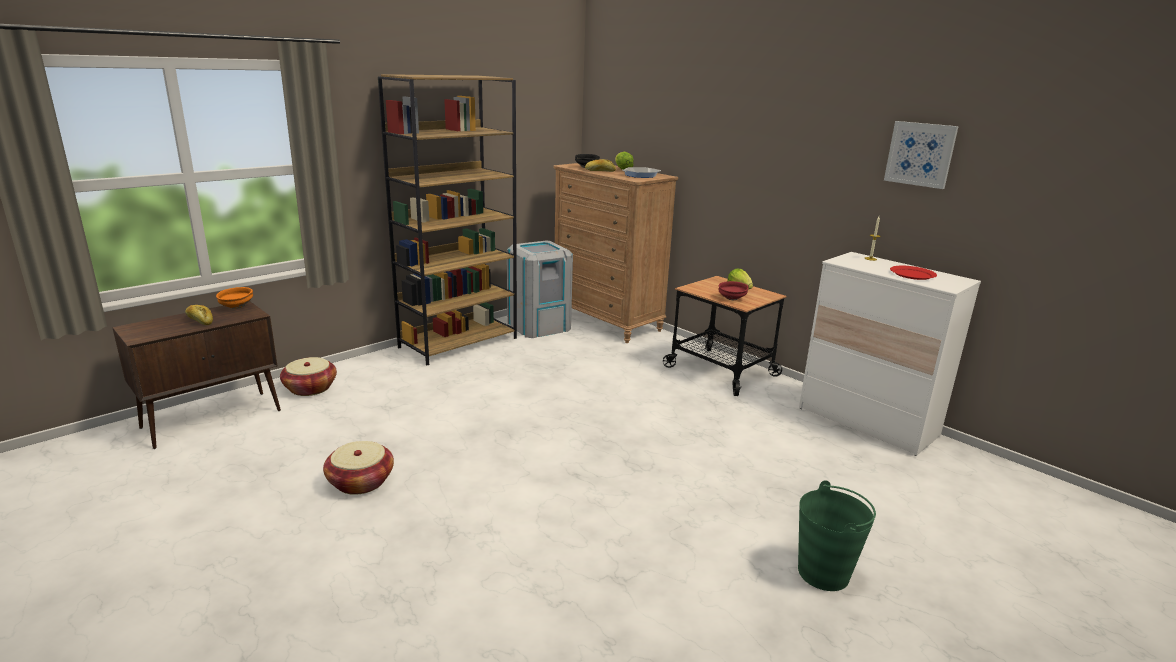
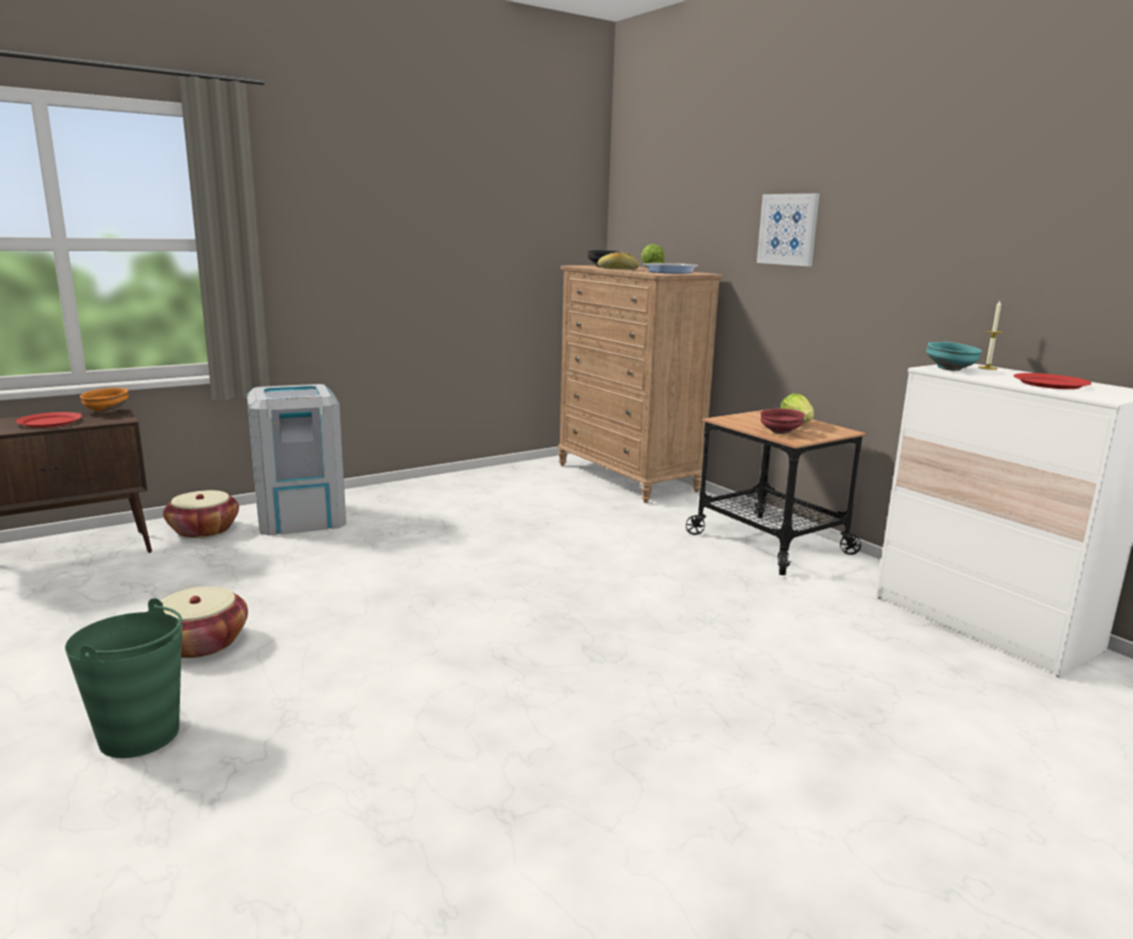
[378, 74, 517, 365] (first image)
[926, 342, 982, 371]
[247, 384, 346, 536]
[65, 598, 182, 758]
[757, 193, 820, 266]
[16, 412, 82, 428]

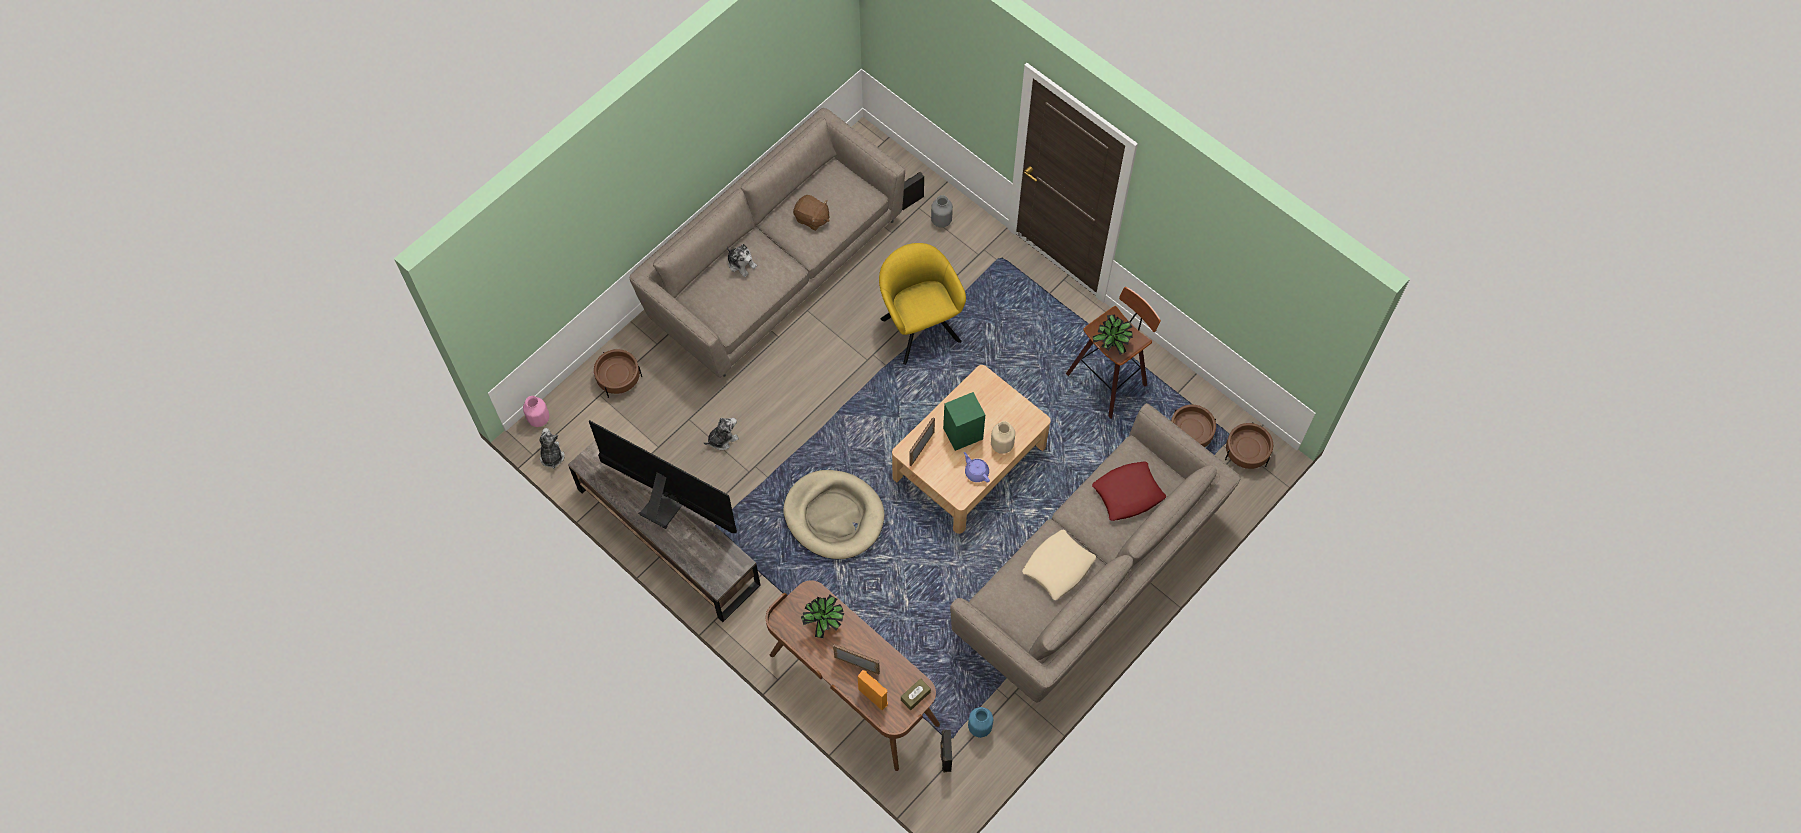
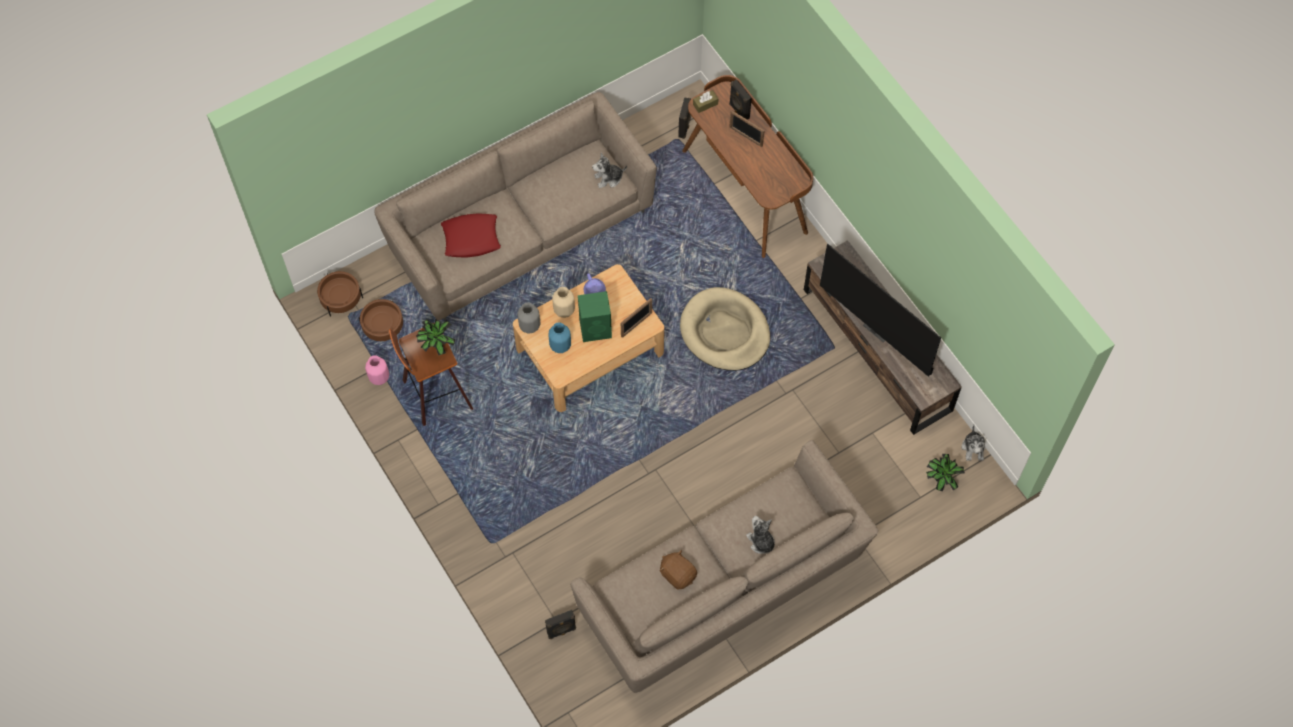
[594, 349, 642, 398] (first image)
[879, 243, 966, 365] (first image)
[1022, 529, 1096, 600] (first image)
[365, 355, 389, 385]
[592, 153, 627, 188]
[926, 454, 965, 491]
[517, 302, 540, 334]
[549, 322, 571, 353]
[729, 79, 752, 120]

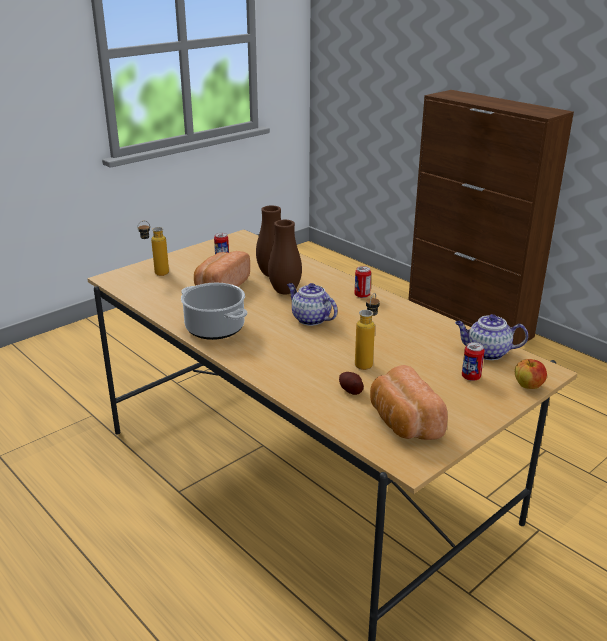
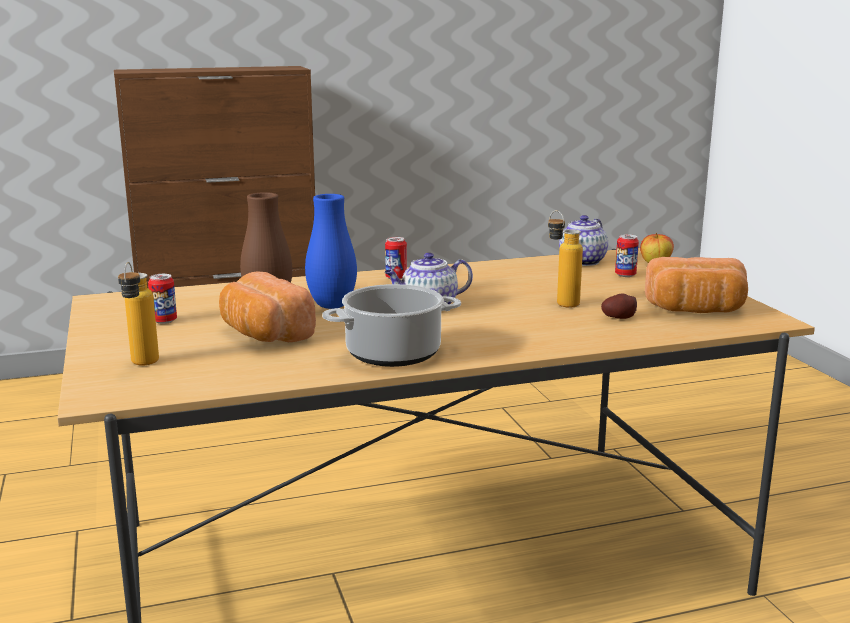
[305, 194, 357, 309]

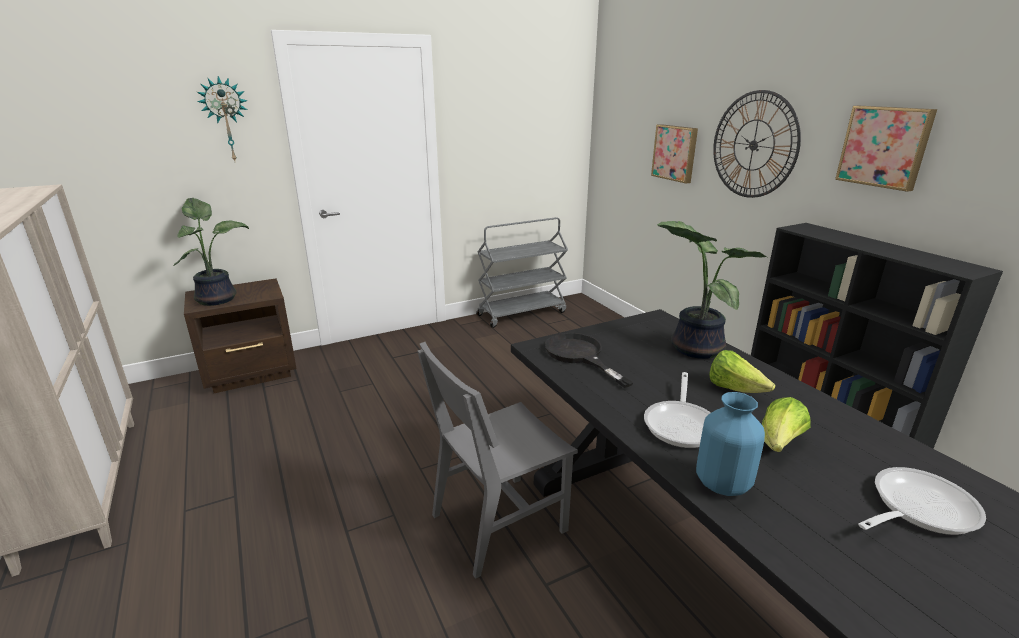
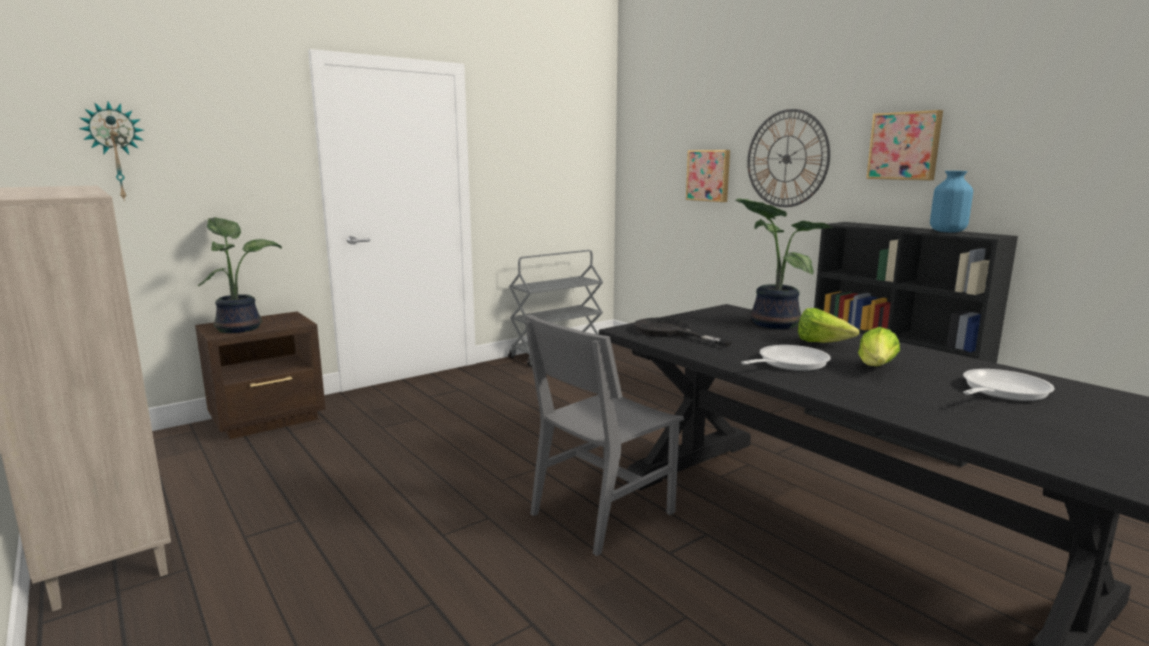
[79, 101, 144, 201]
[930, 171, 973, 233]
[741, 345, 831, 371]

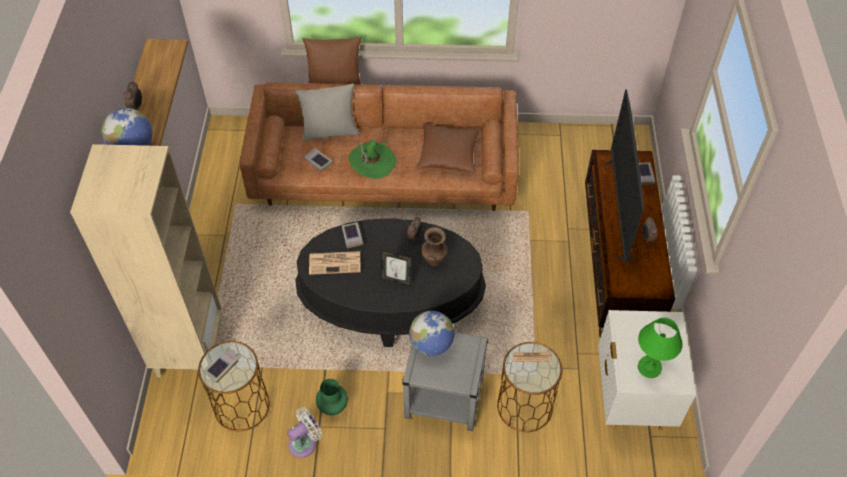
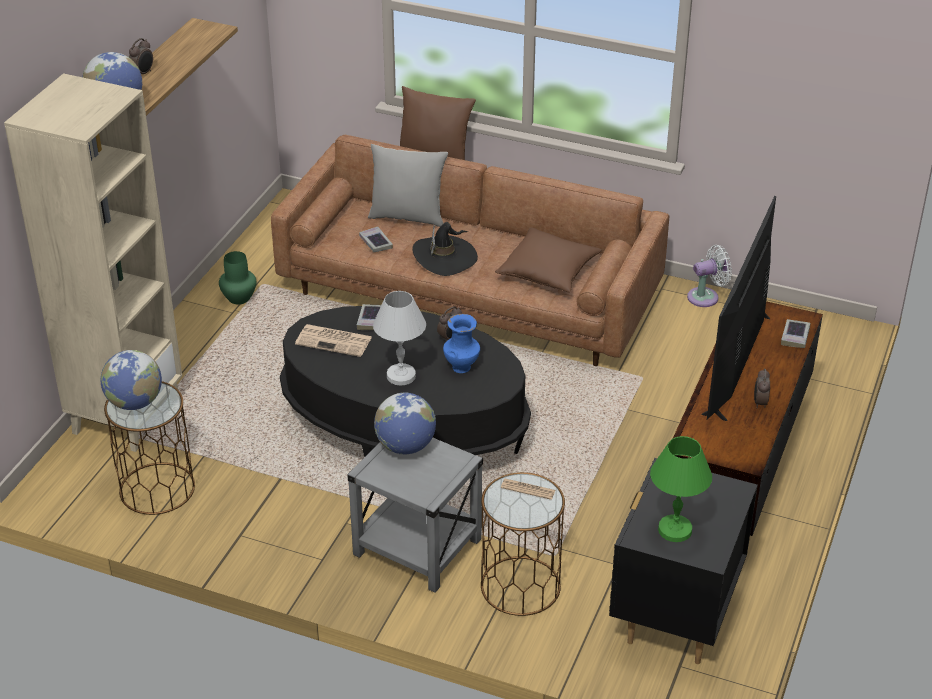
[687, 245, 732, 307]
[219, 251, 256, 304]
[101, 350, 162, 410]
[373, 291, 426, 386]
[412, 222, 478, 276]
[443, 314, 480, 373]
[609, 458, 758, 664]

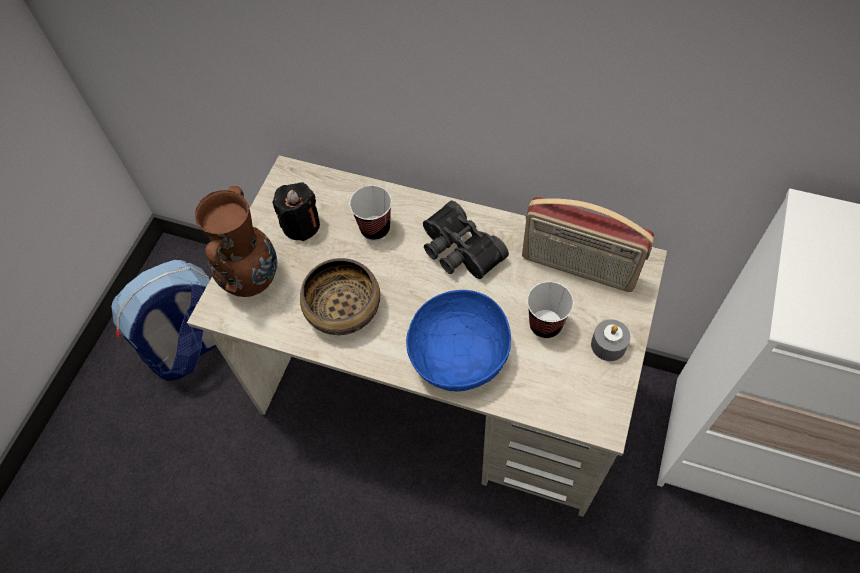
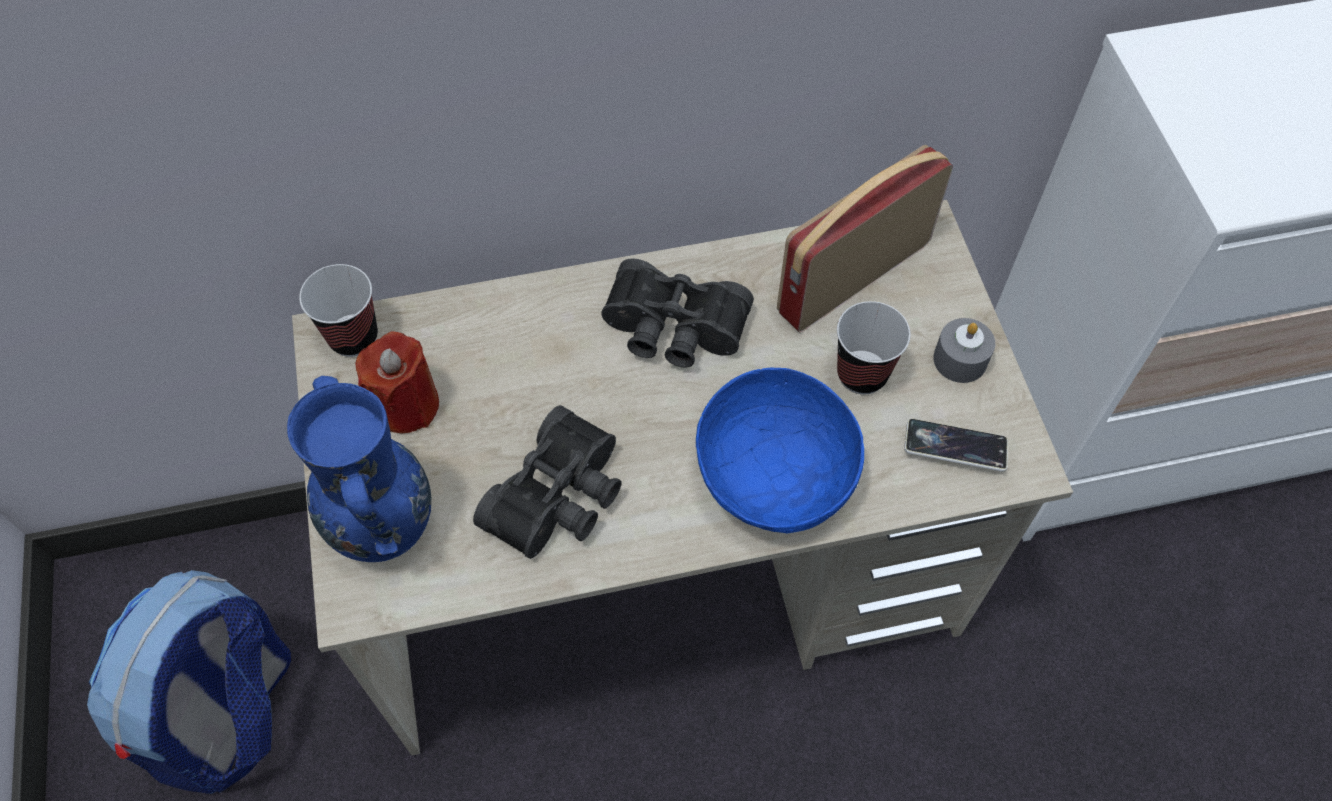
[904, 419, 1008, 472]
[299, 264, 378, 357]
[473, 405, 621, 559]
[287, 376, 432, 562]
[356, 331, 439, 433]
[777, 145, 953, 332]

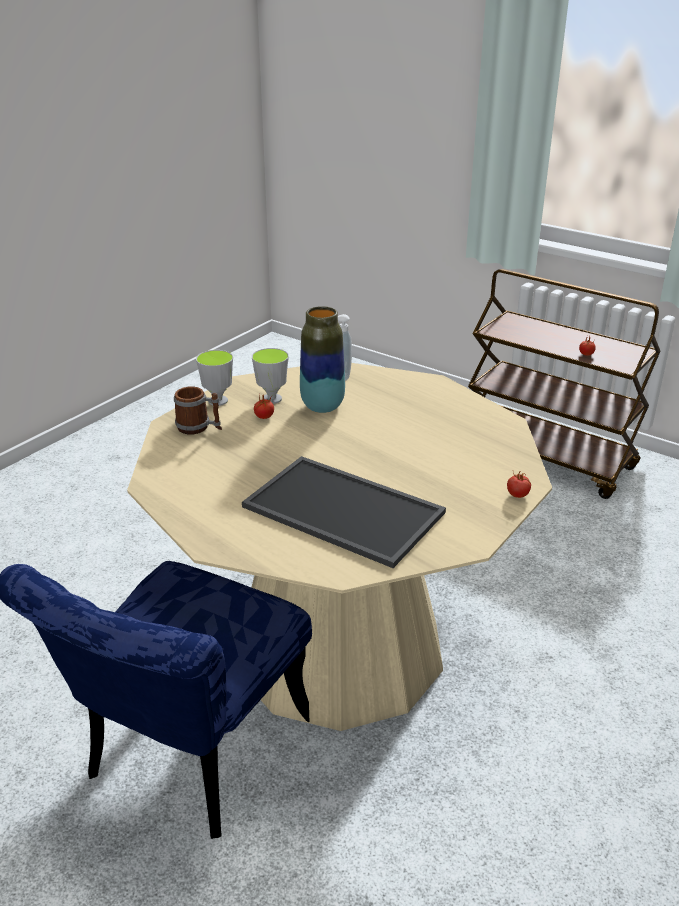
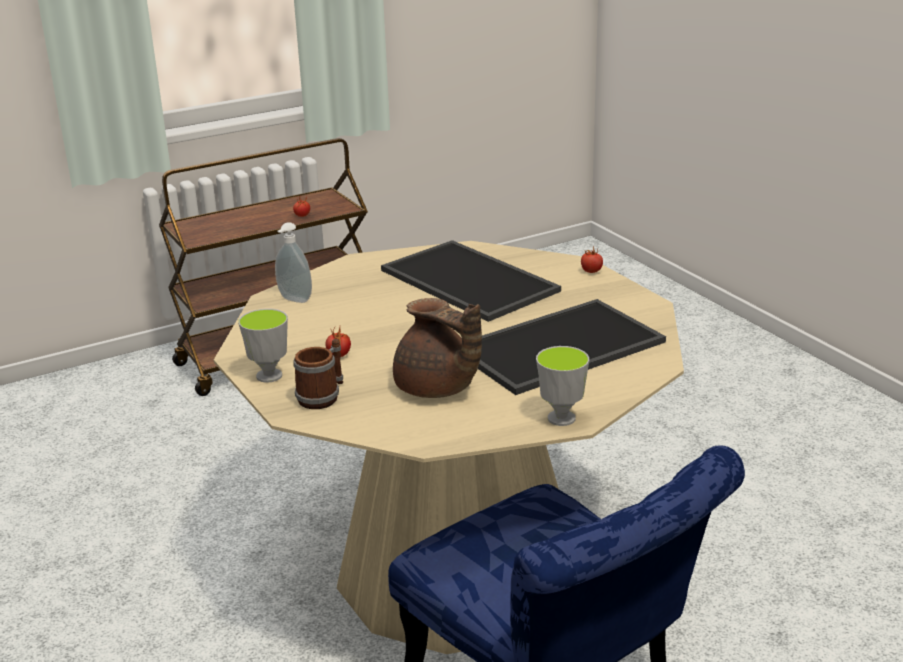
[300, 306, 345, 413] (first image)
[381, 240, 561, 322]
[393, 298, 482, 398]
[536, 346, 589, 426]

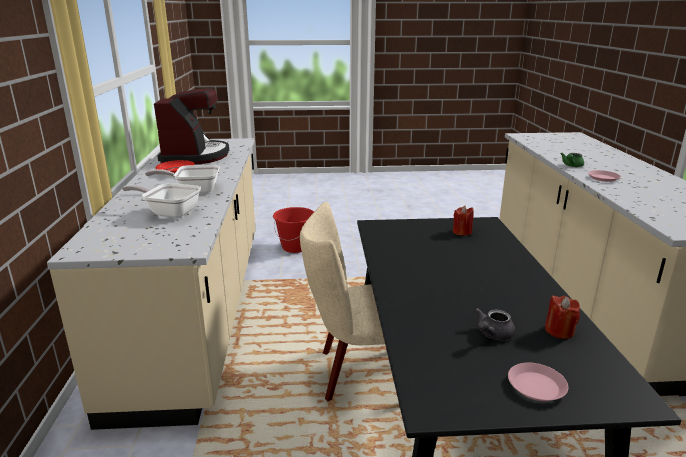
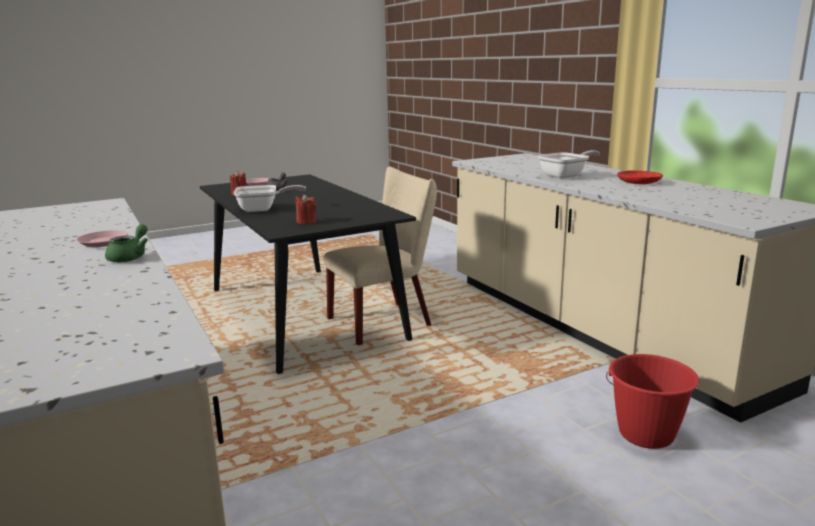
[154, 88, 229, 165] (first image)
[234, 185, 306, 212]

